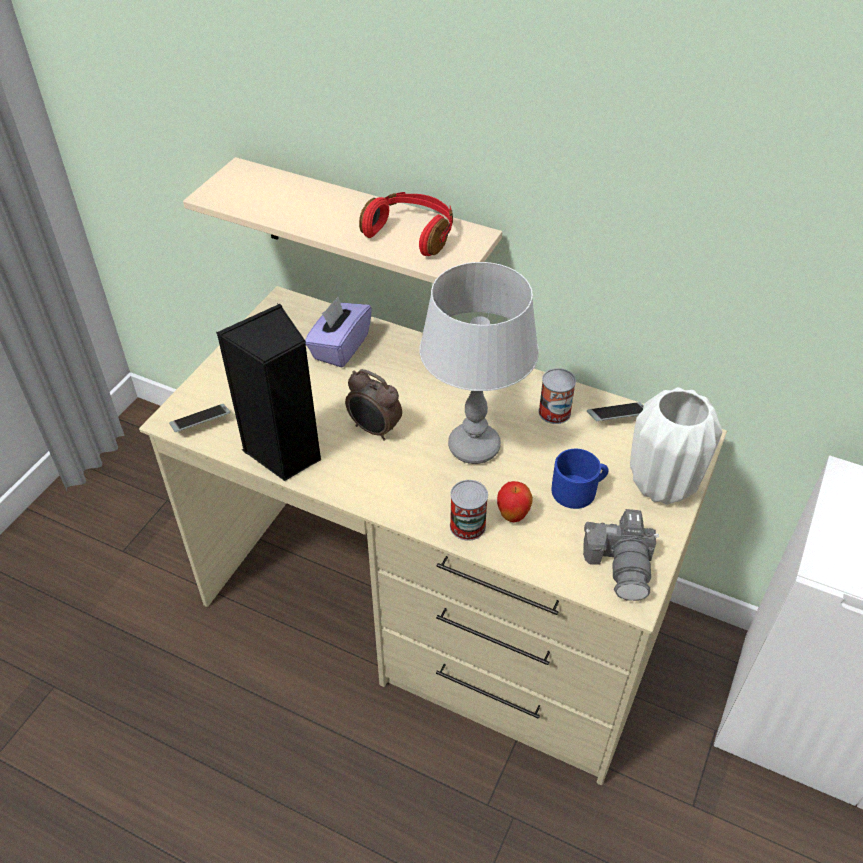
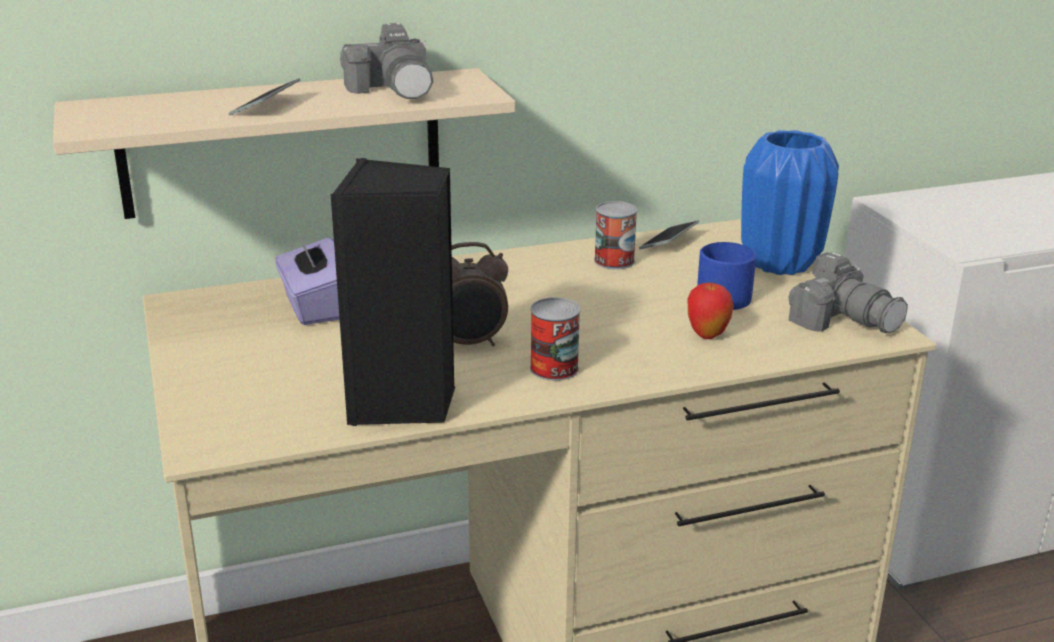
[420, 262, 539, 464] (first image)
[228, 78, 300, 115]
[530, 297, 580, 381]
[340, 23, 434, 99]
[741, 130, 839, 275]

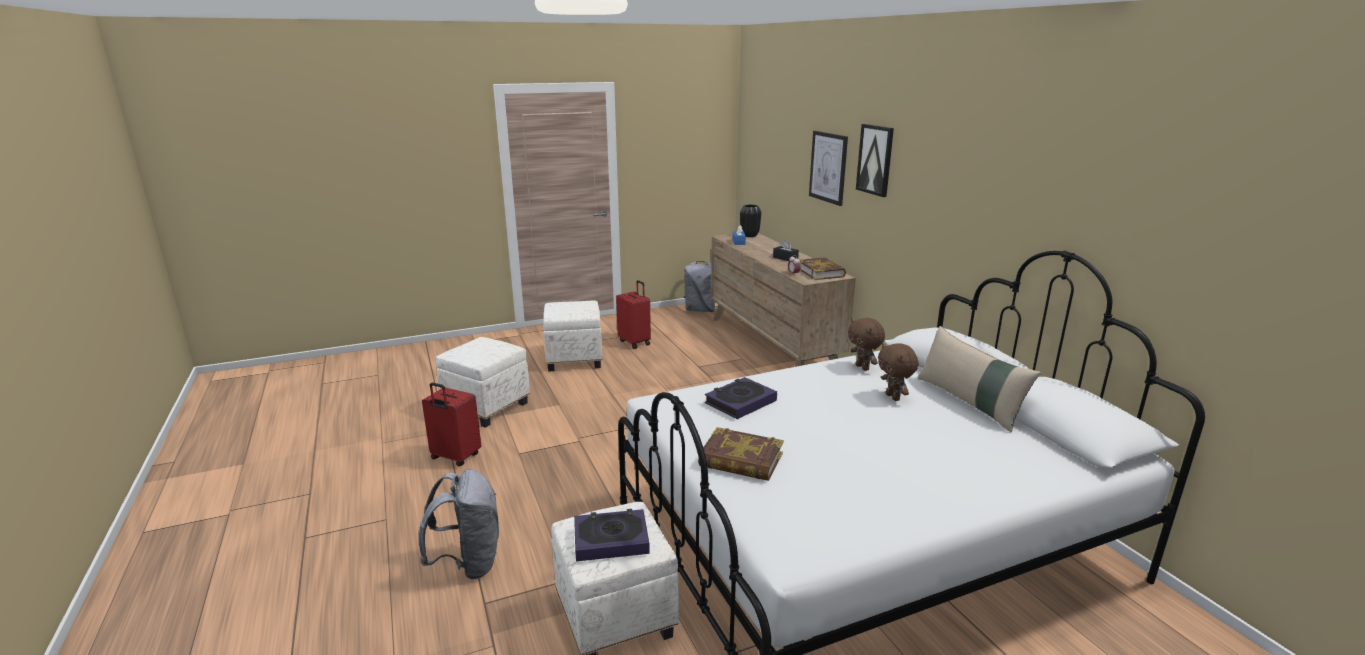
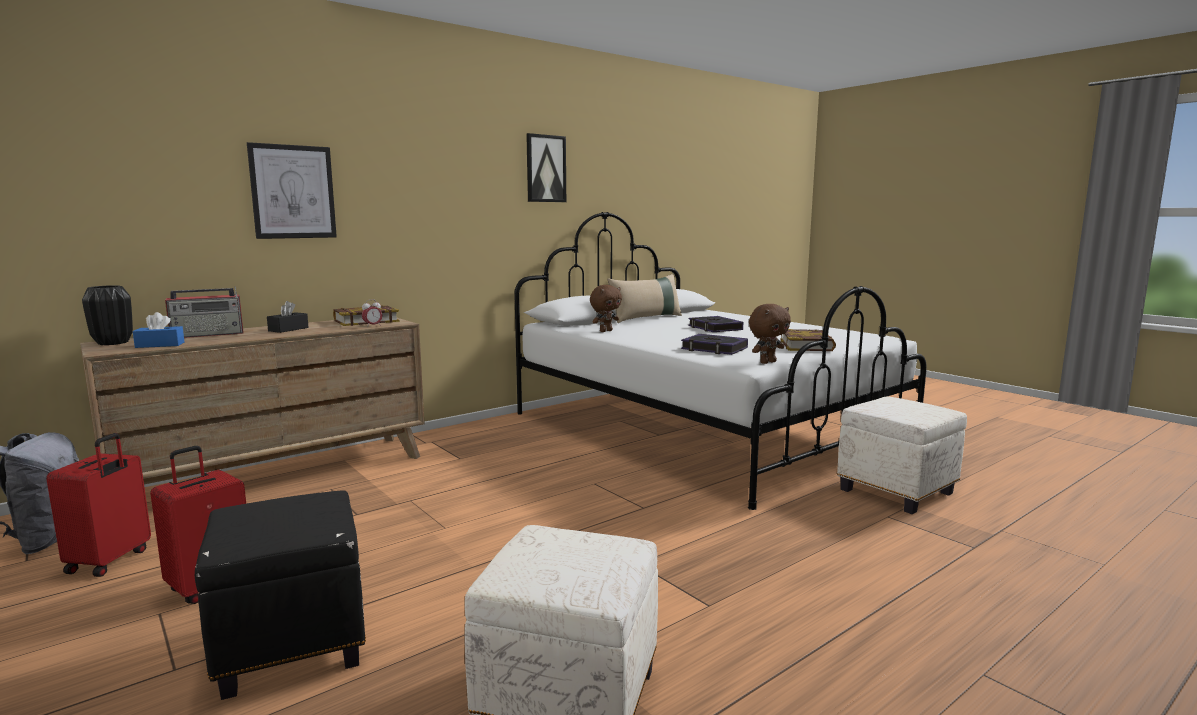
[419, 469, 499, 580] (first image)
[165, 286, 244, 338]
[46, 433, 151, 577]
[688, 316, 743, 332]
[526, 133, 566, 202]
[749, 304, 791, 364]
[195, 490, 366, 700]

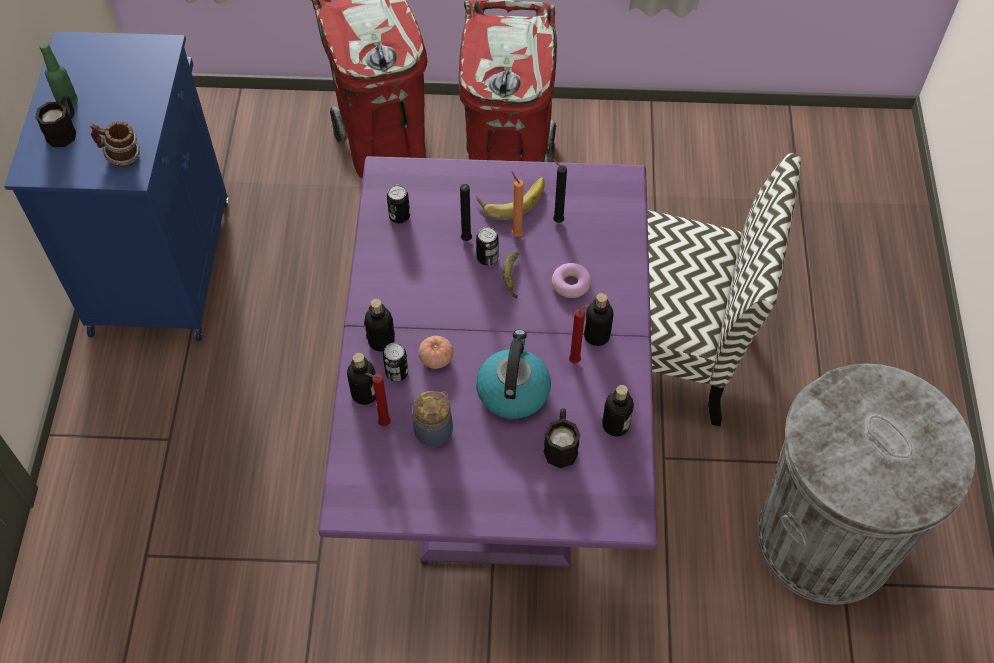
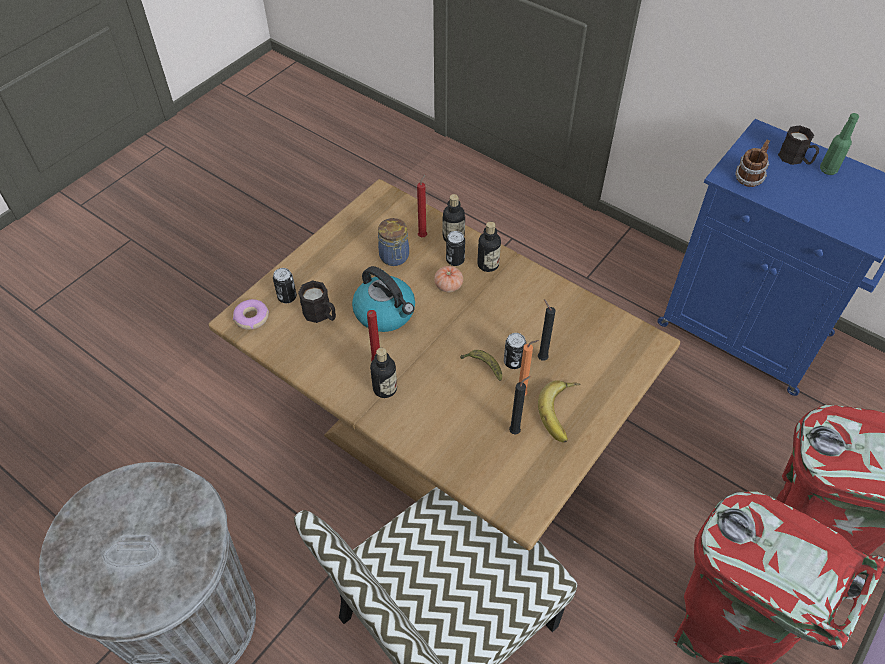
[602, 385, 634, 437] (first image)
[273, 268, 297, 303]
[233, 299, 269, 330]
[209, 179, 680, 551]

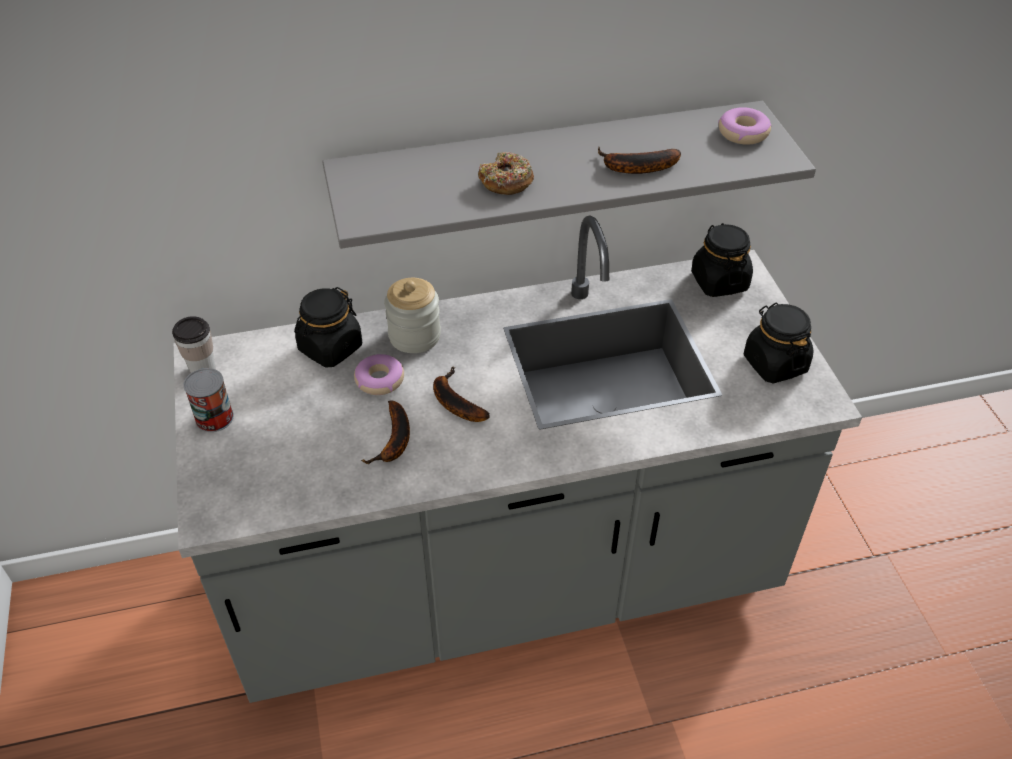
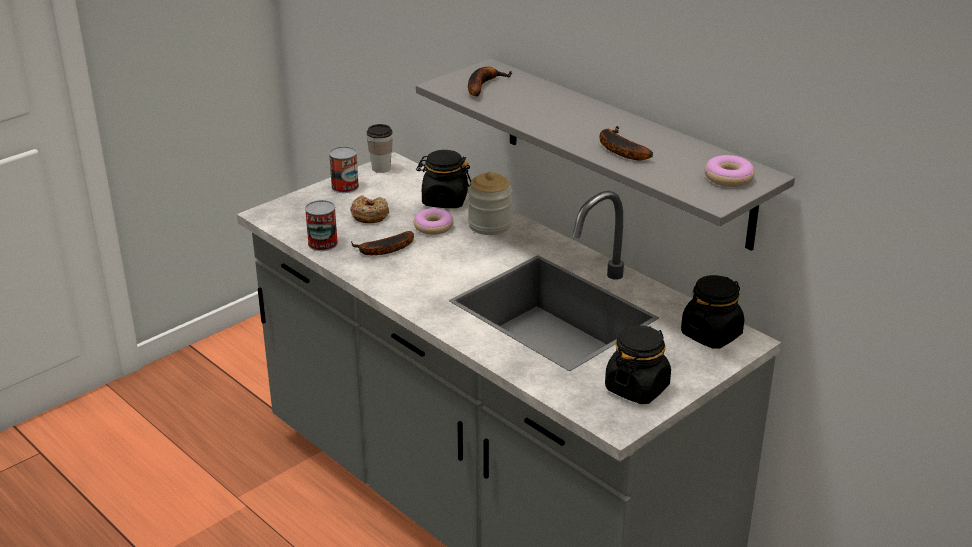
[305, 200, 338, 251]
[468, 67, 512, 96]
[350, 195, 389, 223]

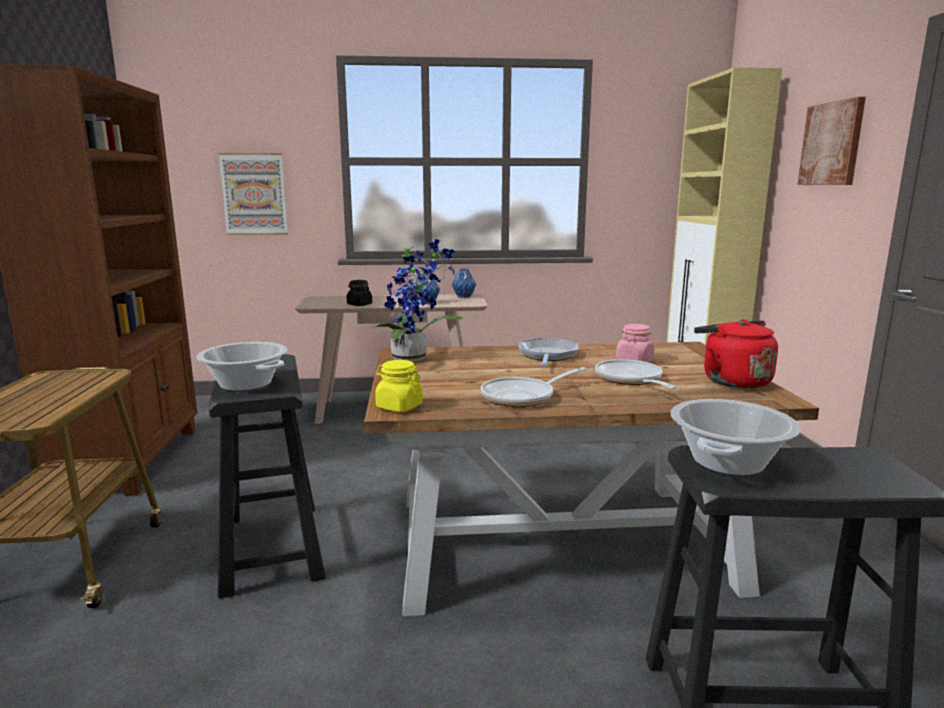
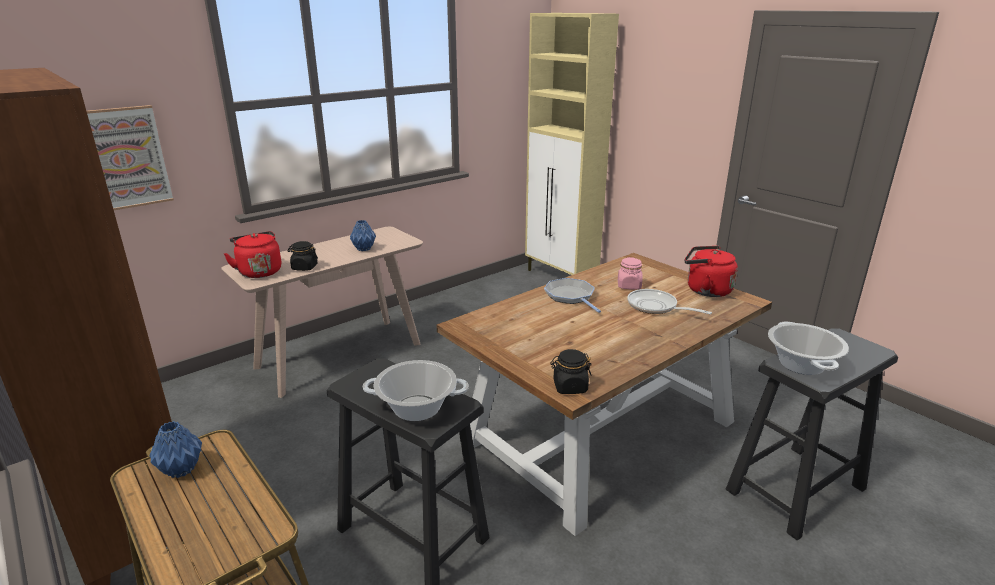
[372, 239, 463, 362] (first image)
[481, 367, 586, 407] (first image)
[798, 97, 866, 185] (first image)
[224, 231, 281, 278]
[149, 421, 202, 478]
[550, 349, 592, 394]

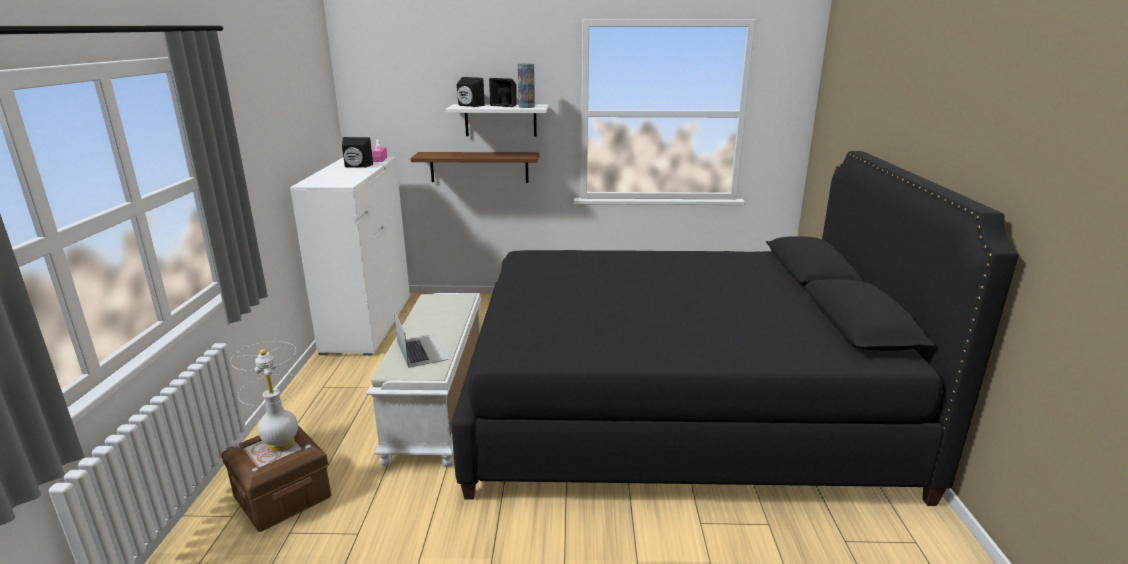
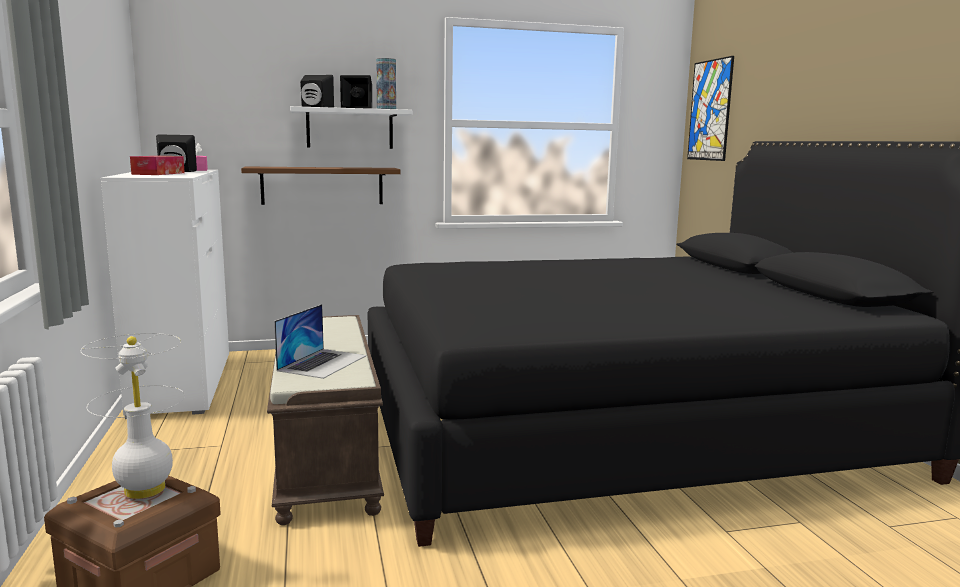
[130, 156, 185, 175]
[687, 56, 734, 161]
[267, 315, 384, 525]
[274, 304, 366, 379]

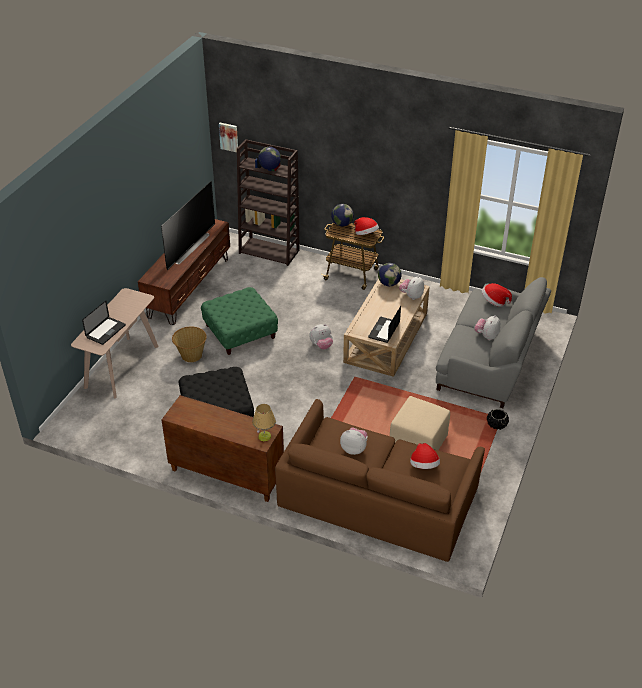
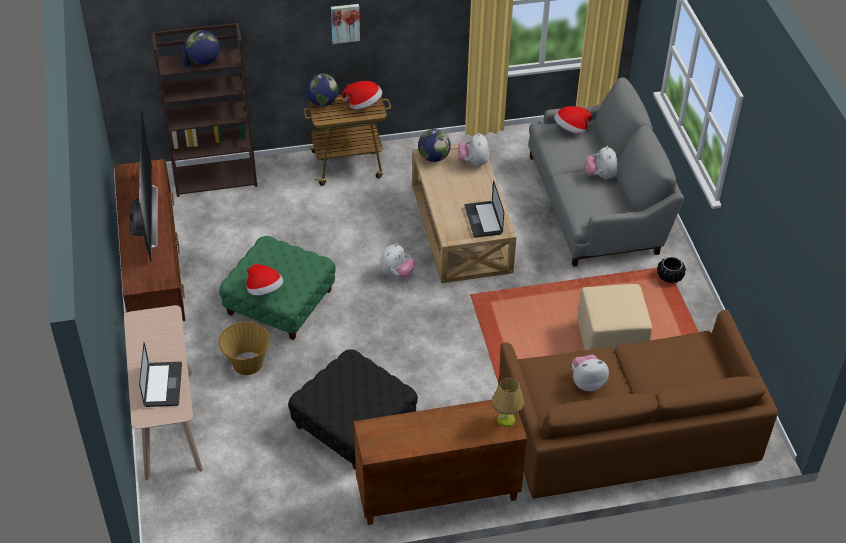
[331, 4, 360, 44]
[247, 264, 283, 295]

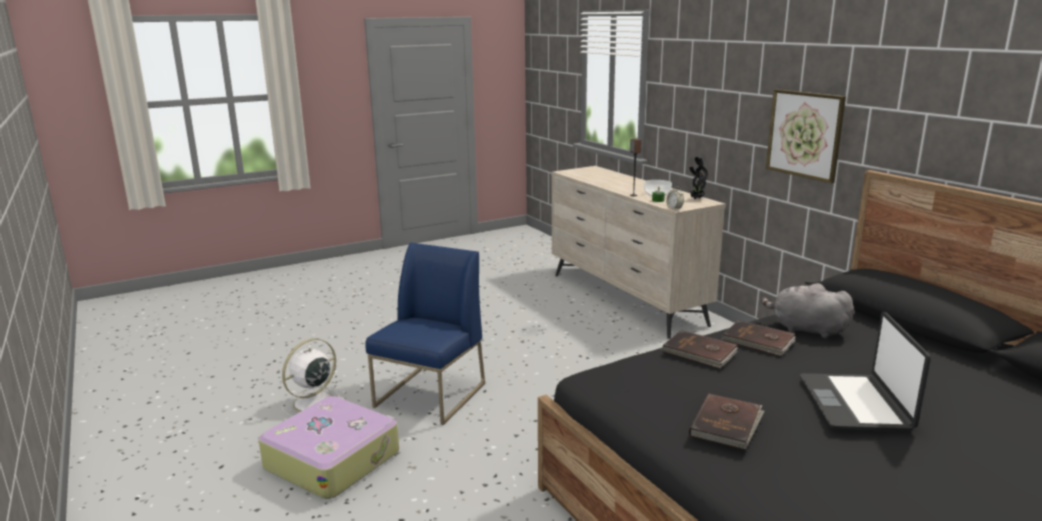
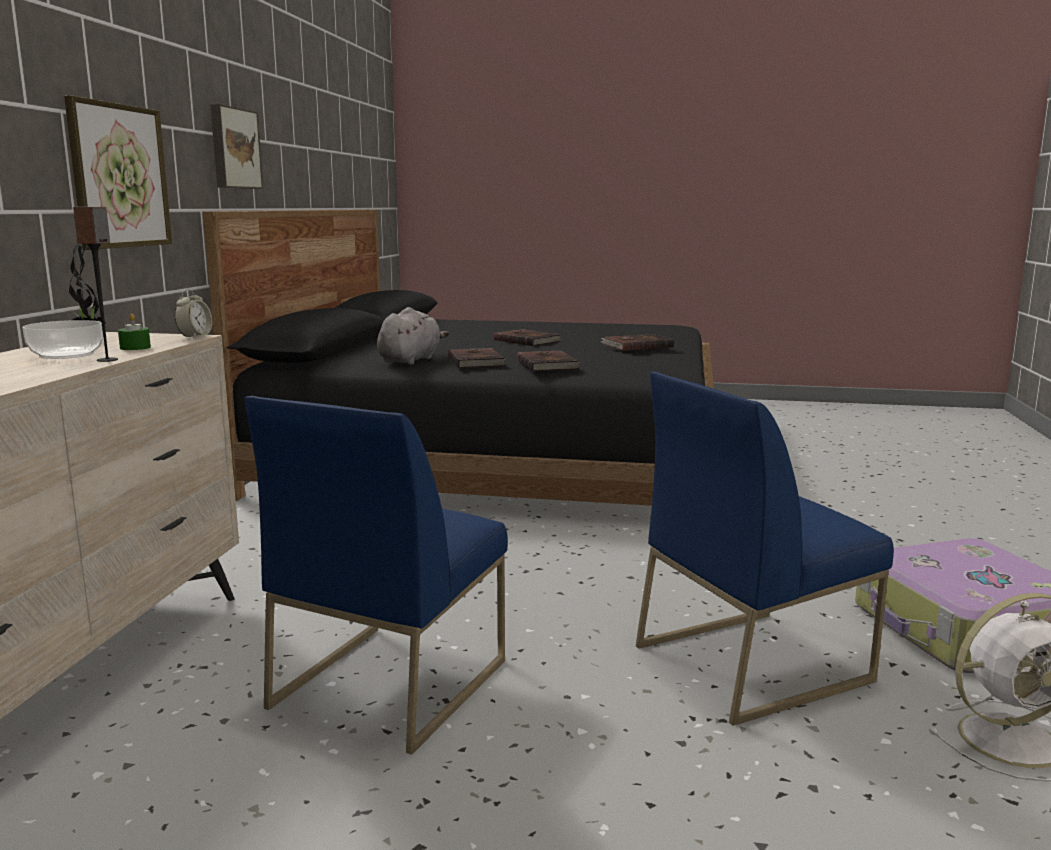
[210, 104, 263, 189]
[245, 396, 508, 754]
[494, 329, 561, 346]
[377, 307, 449, 365]

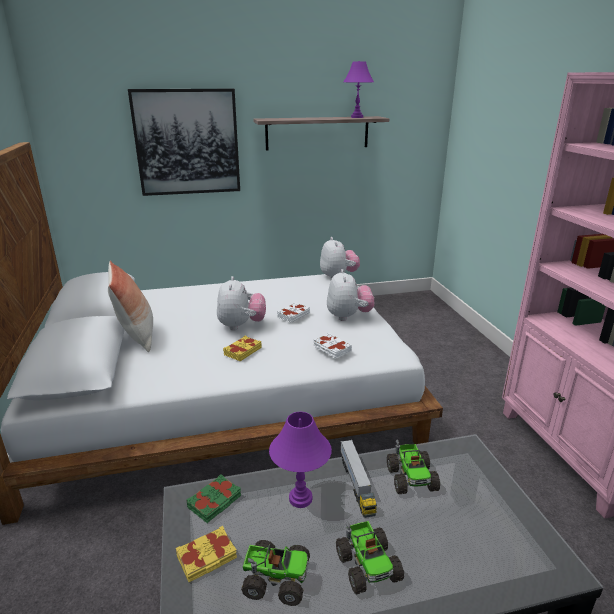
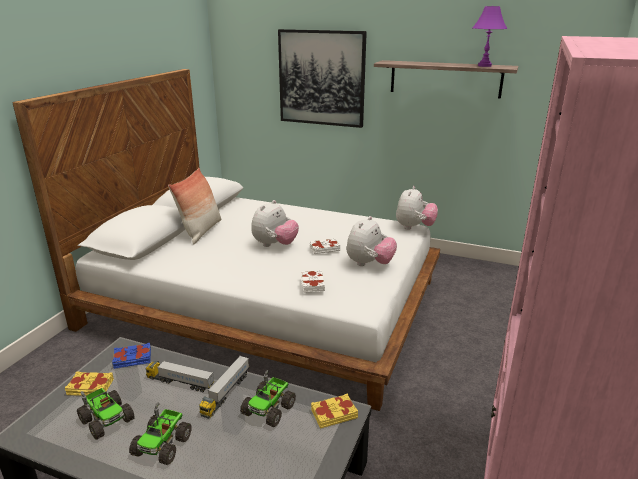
[311, 393, 358, 429]
[145, 361, 214, 392]
[112, 343, 151, 369]

